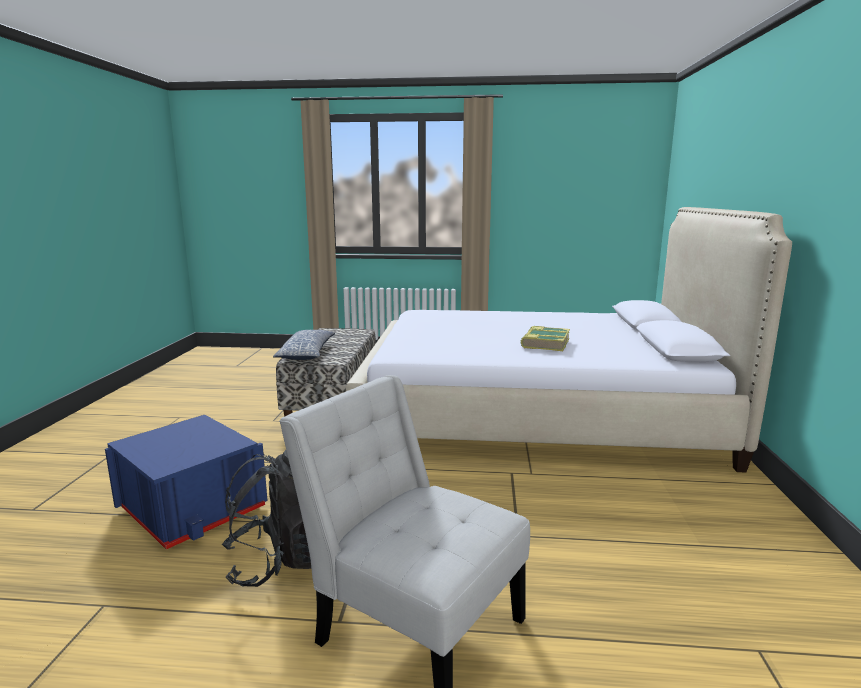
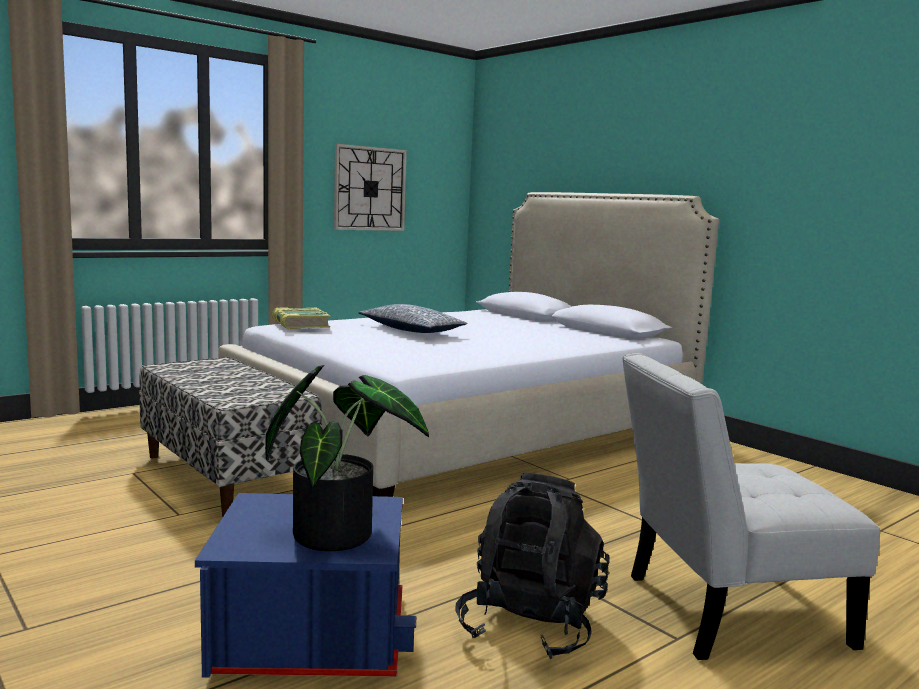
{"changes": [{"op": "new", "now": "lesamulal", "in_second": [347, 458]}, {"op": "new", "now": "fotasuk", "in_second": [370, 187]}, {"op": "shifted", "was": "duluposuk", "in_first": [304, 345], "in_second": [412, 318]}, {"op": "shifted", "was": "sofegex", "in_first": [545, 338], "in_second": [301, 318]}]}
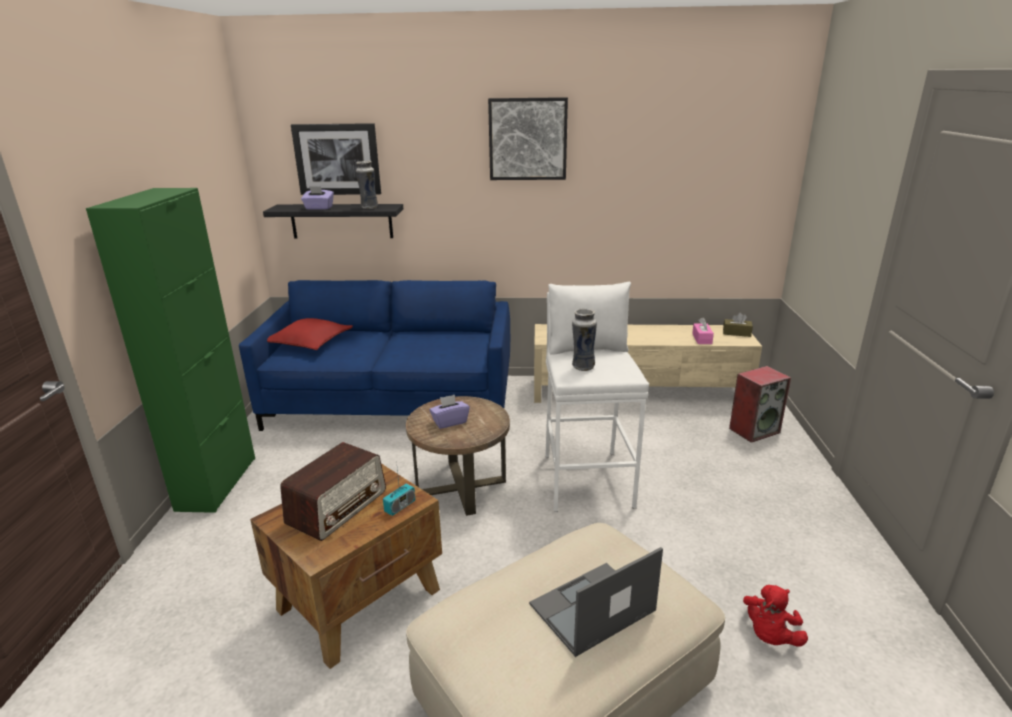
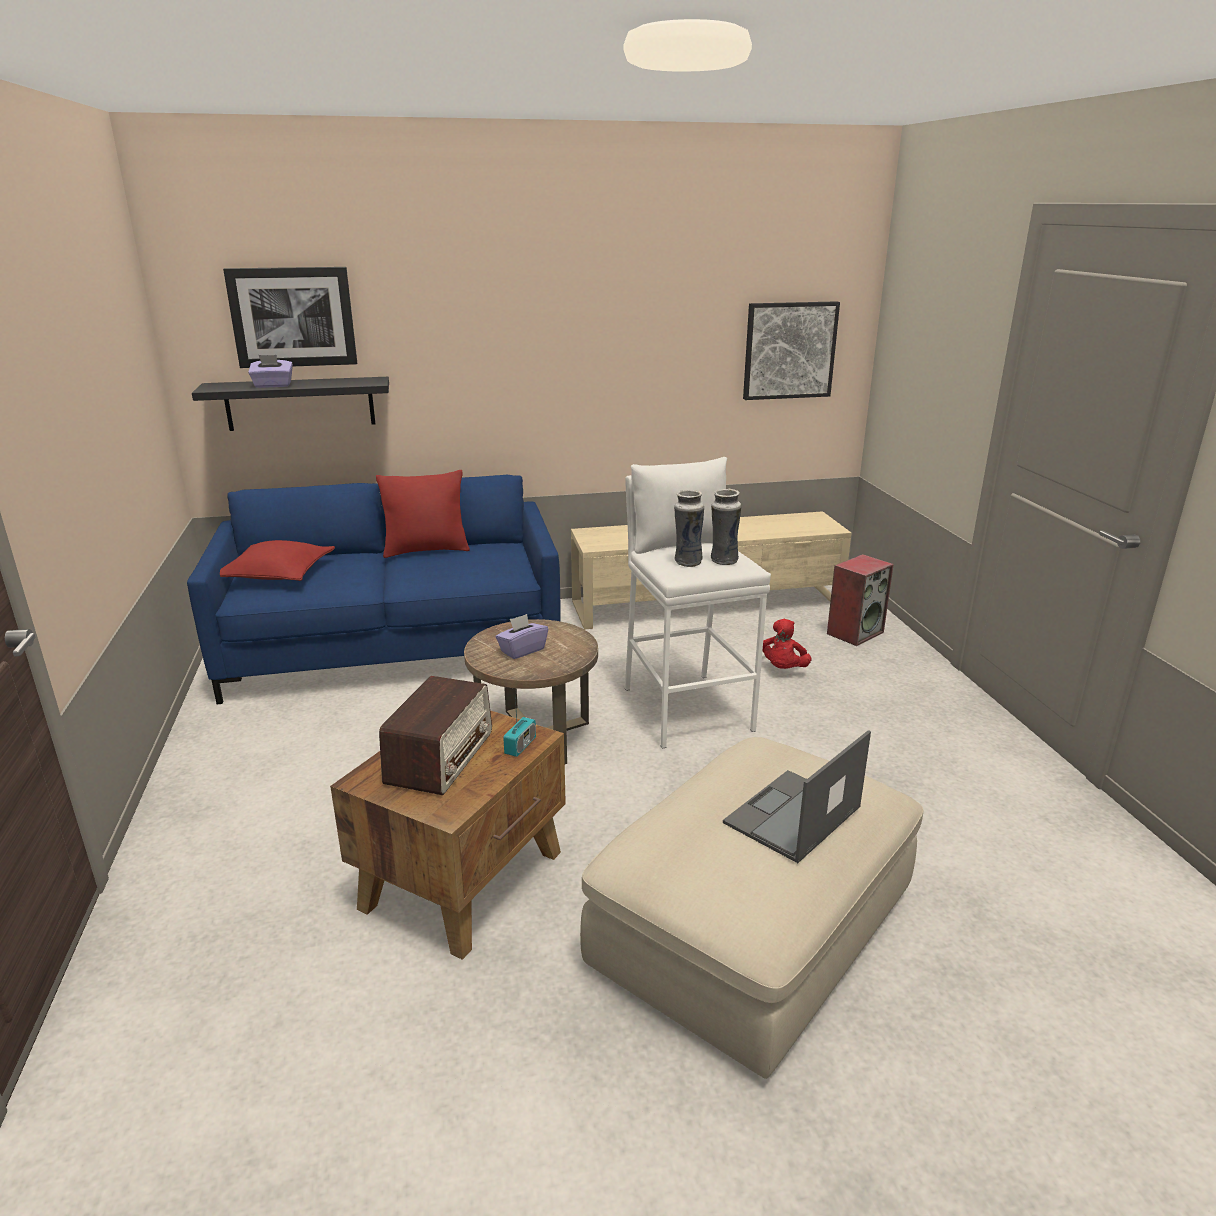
{"changes": [{"op": "gone", "was": "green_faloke", "in_first": [170, 350]}, {"op": "gone", "was": "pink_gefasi", "in_first": [703, 331]}, {"op": "gone", "was": "brown_gefasi", "in_first": [738, 325]}, {"op": "new", "now": "red_duluposuk", "in_second": [423, 514]}, {"op": "shifted", "was": "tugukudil", "in_first": [367, 185], "in_second": [726, 527]}, {"op": "shifted", "was": "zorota", "in_first": [528, 138], "in_second": [791, 350]}, {"op": "shifted", "was": "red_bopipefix", "in_first": [775, 616], "in_second": [787, 644]}]}
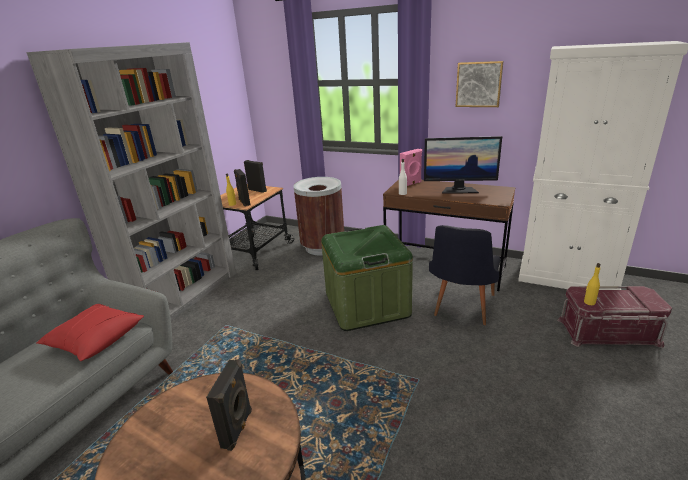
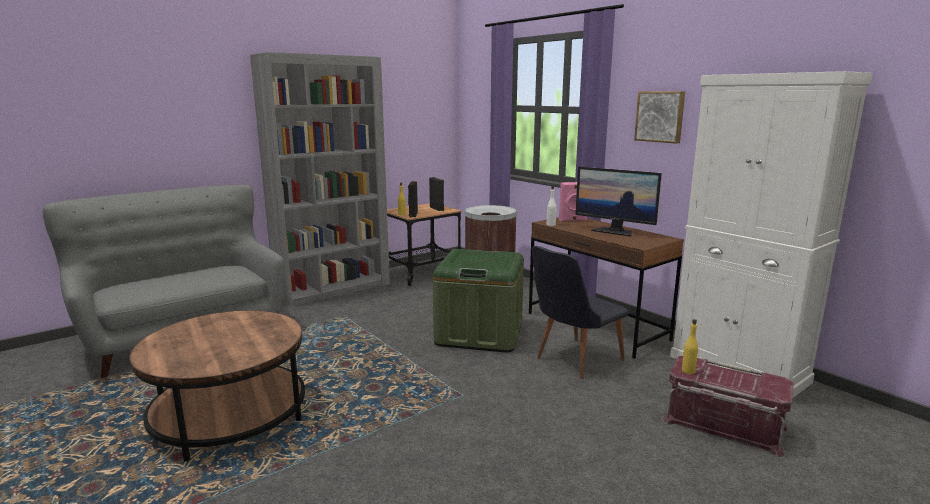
{"changes": [{"op": "gone", "was": "red_duluposuk", "in_first": [90, 332]}, {"op": "gone", "was": "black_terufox", "in_first": [229, 405]}]}
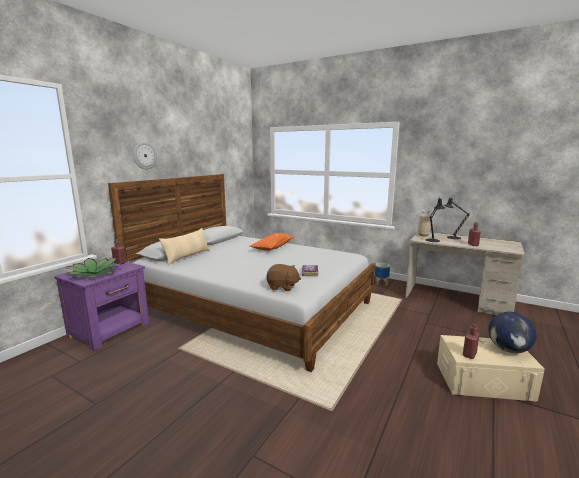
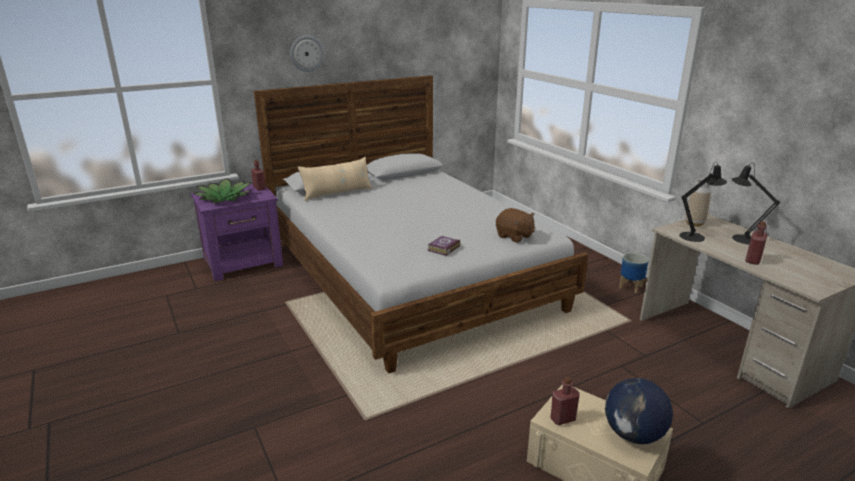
{"changes": [{"op": "gone", "was": "orange_duluposuk", "in_first": [272, 242]}, {"op": "shifted", "was": "brown_bopipefix", "in_first": [283, 277], "in_second": [515, 225]}]}
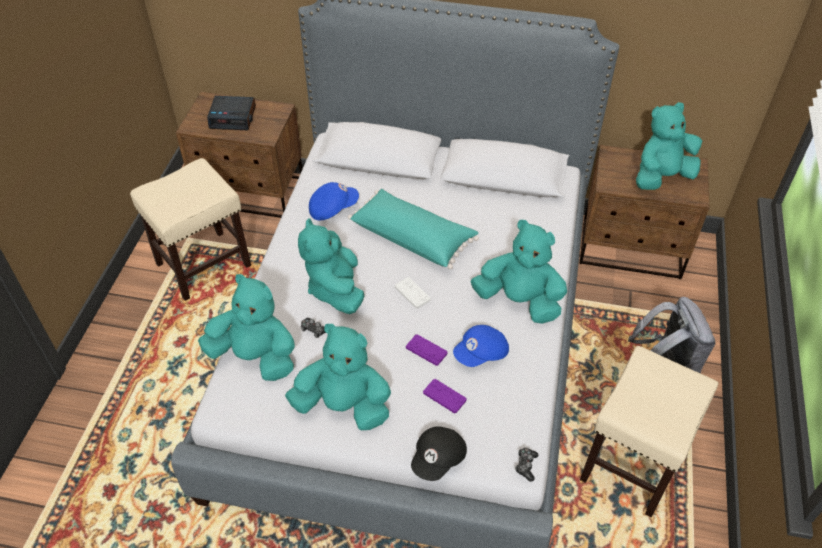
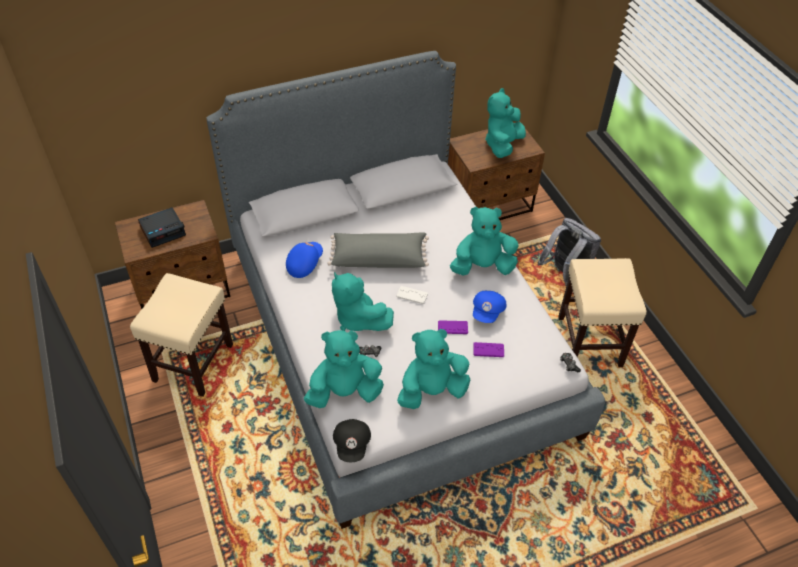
{"changes": [{"op": "shifted", "was": "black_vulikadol", "in_first": [439, 453], "in_second": [352, 440]}, {"op": "repainted", "was": "turquoise_duluposuk", "now": "grey_duluposuk", "in_first": [413, 229], "in_second": [378, 250]}]}
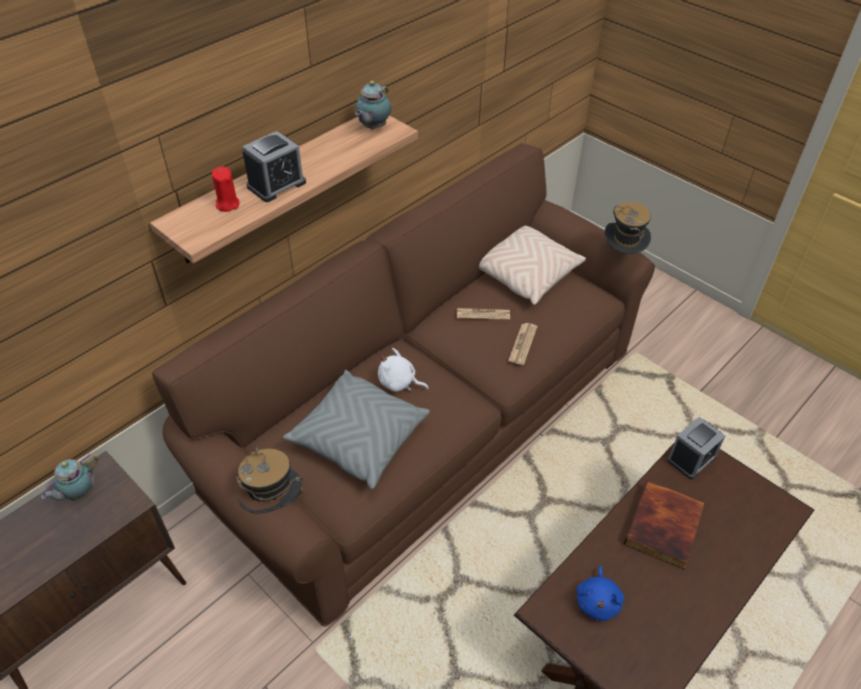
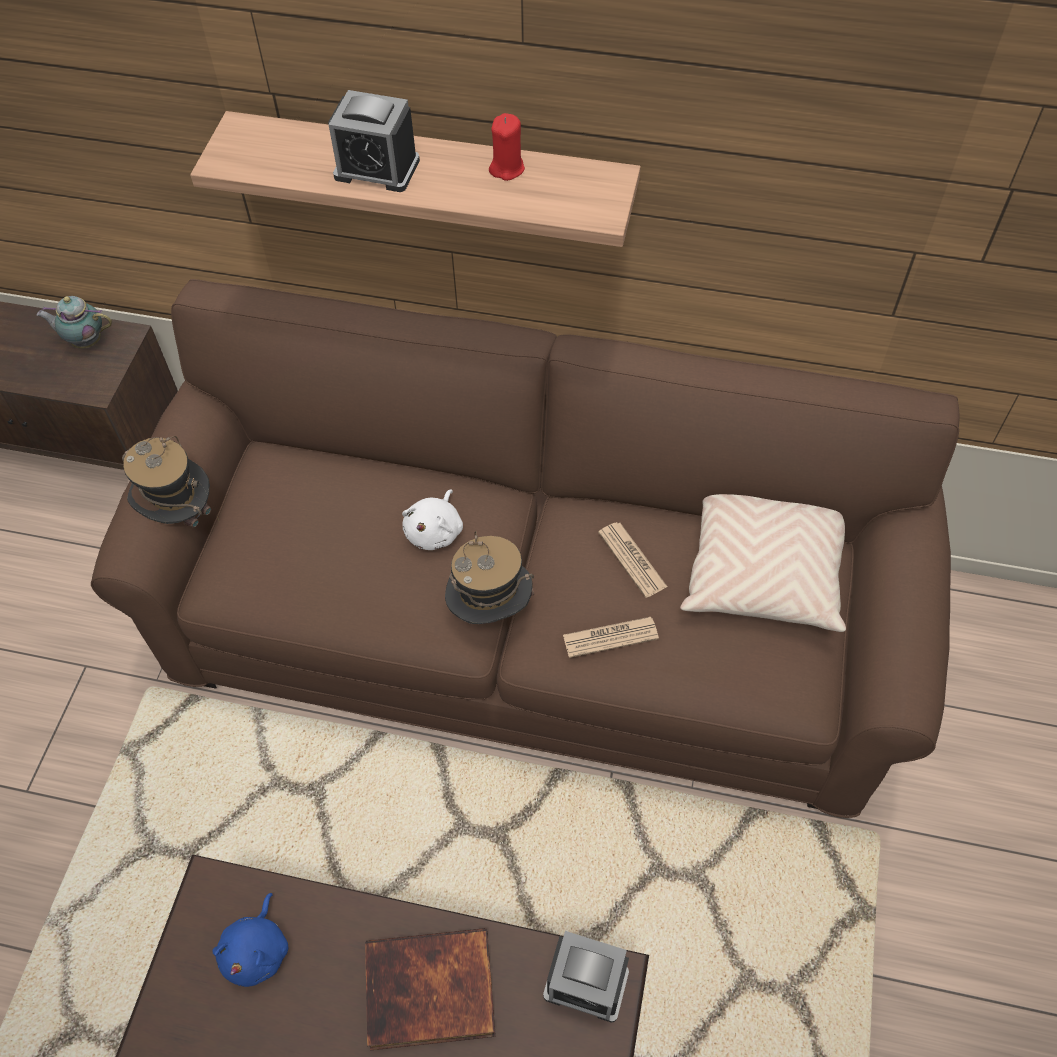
{"changes": [{"op": "gone", "was": "grey_duluposuk", "in_first": [356, 429]}, {"op": "gone", "was": "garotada", "in_first": [373, 105]}, {"op": "shifted", "was": "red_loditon", "in_first": [225, 189], "in_second": [507, 147]}, {"op": "shifted", "was": "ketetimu", "in_first": [628, 228], "in_second": [489, 577]}, {"op": "rotated", "was": "white_bopipefix", "in_first": [403, 370], "in_second": [432, 519], "clockwise": -150}, {"op": "rotated", "was": "blue_bopipefix", "in_first": [600, 593], "in_second": [250, 940], "clockwise": -60}]}
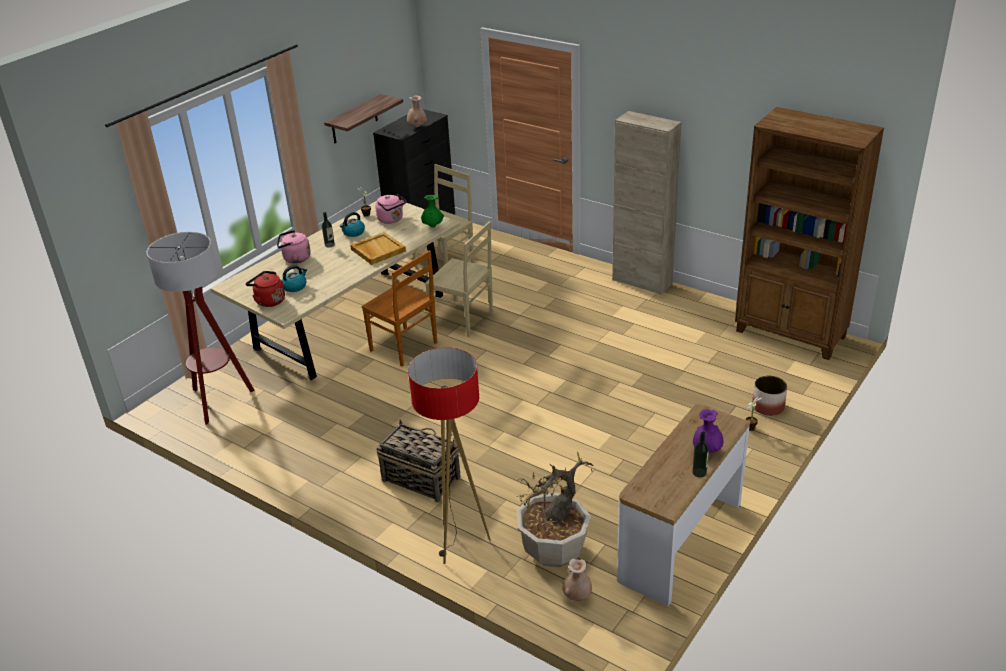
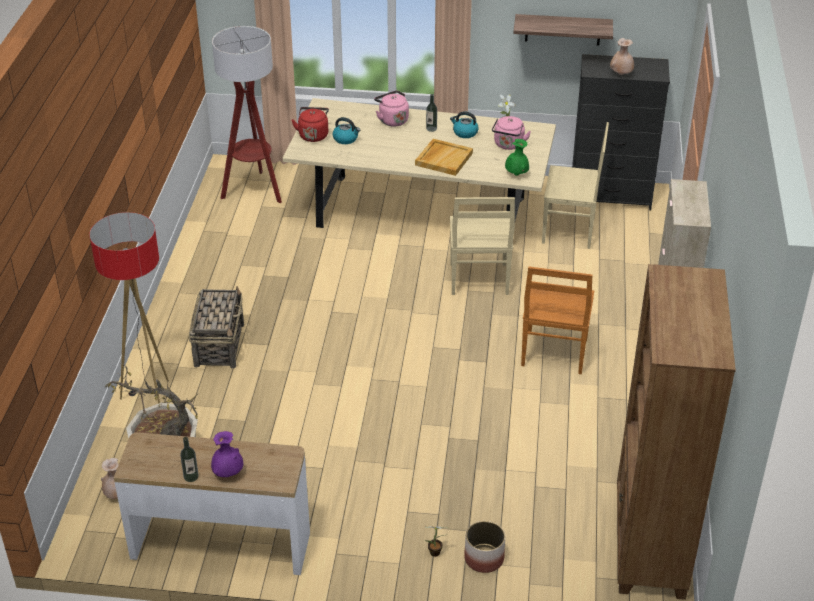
{"changes": [{"op": "shifted", "was": "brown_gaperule", "in_first": [399, 308], "in_second": [557, 320]}]}
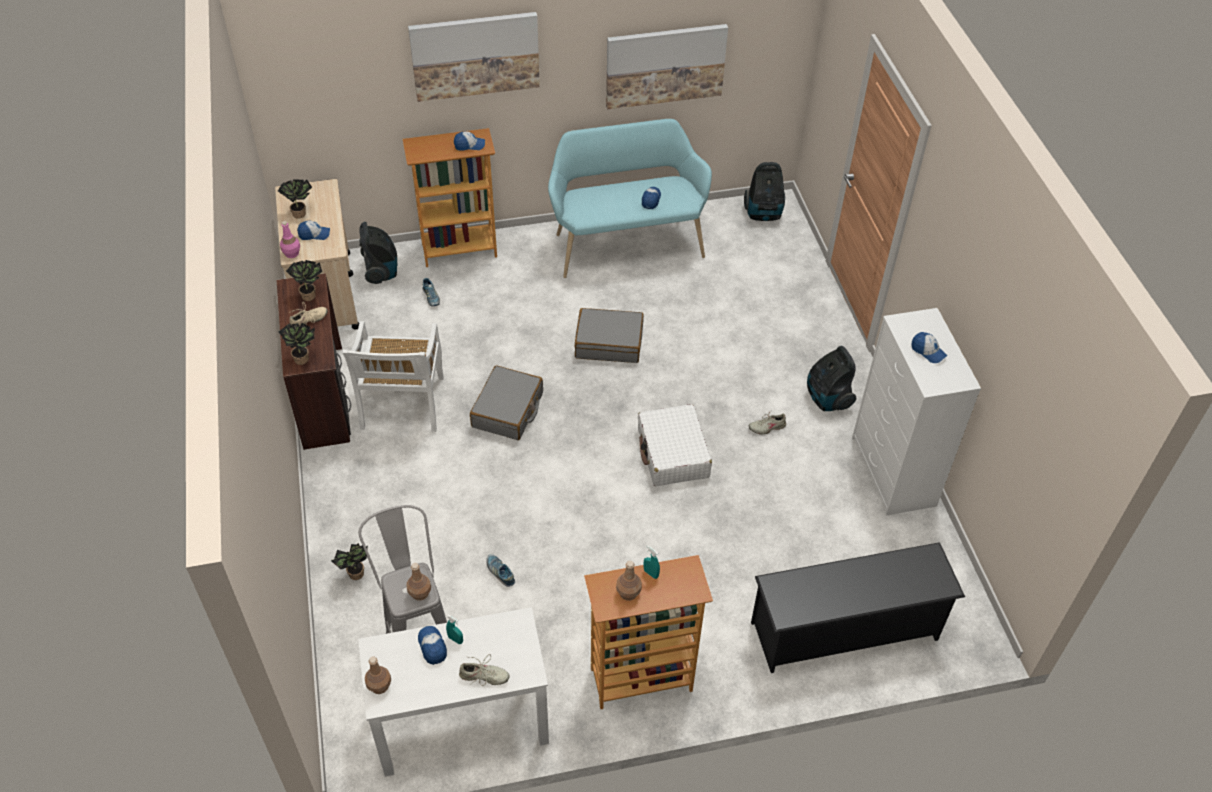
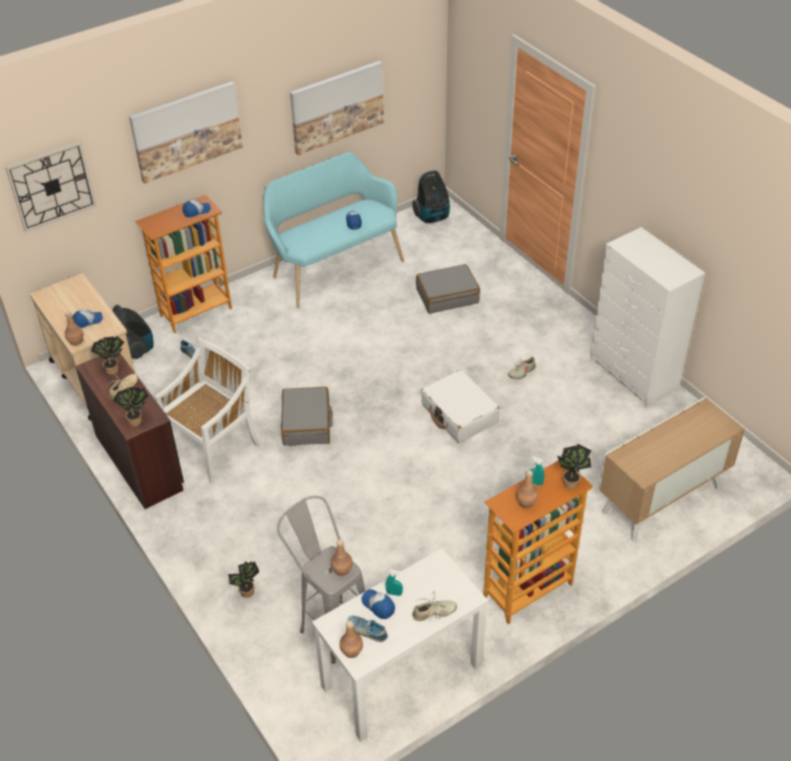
{"changes": [{"op": "gone", "was": "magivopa", "in_first": [831, 378]}, {"op": "gone", "was": "vulikadol", "in_first": [929, 347]}, {"op": "new", "now": "fotasuk", "in_second": [50, 186]}, {"op": "shifted", "was": "lesamulal", "in_first": [295, 199], "in_second": [574, 467]}, {"op": "shifted", "was": "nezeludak", "in_first": [500, 570], "in_second": [368, 628]}, {"op": "shifted", "was": "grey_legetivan", "in_first": [609, 335], "in_second": [448, 288]}, {"op": "swapped", "was": "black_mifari", "now": "faloke", "in_first": [858, 607], "in_second": [672, 469]}, {"op": "repainted", "was": "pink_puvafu", "now": "brown_puvafu", "in_first": [290, 239], "in_second": [74, 329]}, {"op": "rotated", "was": "white_gaperule", "in_first": [393, 376], "in_second": [207, 410], "clockwise": -120}]}
